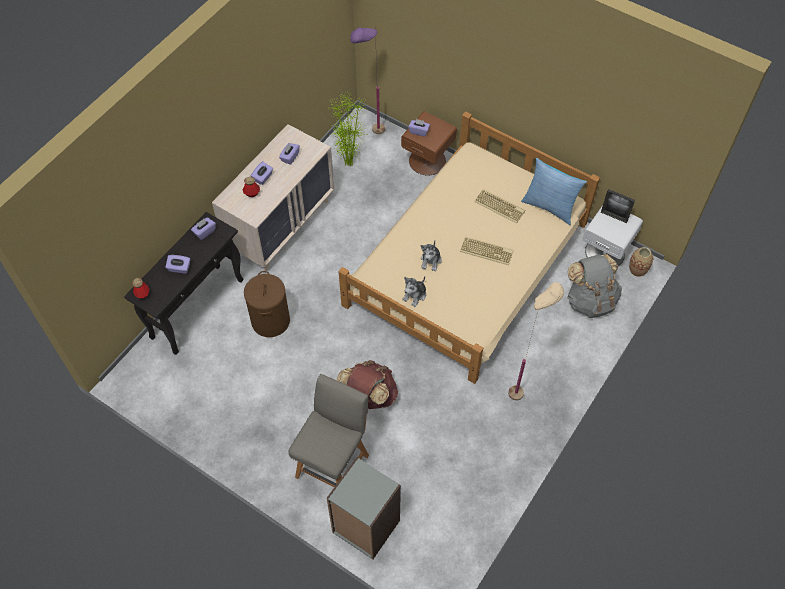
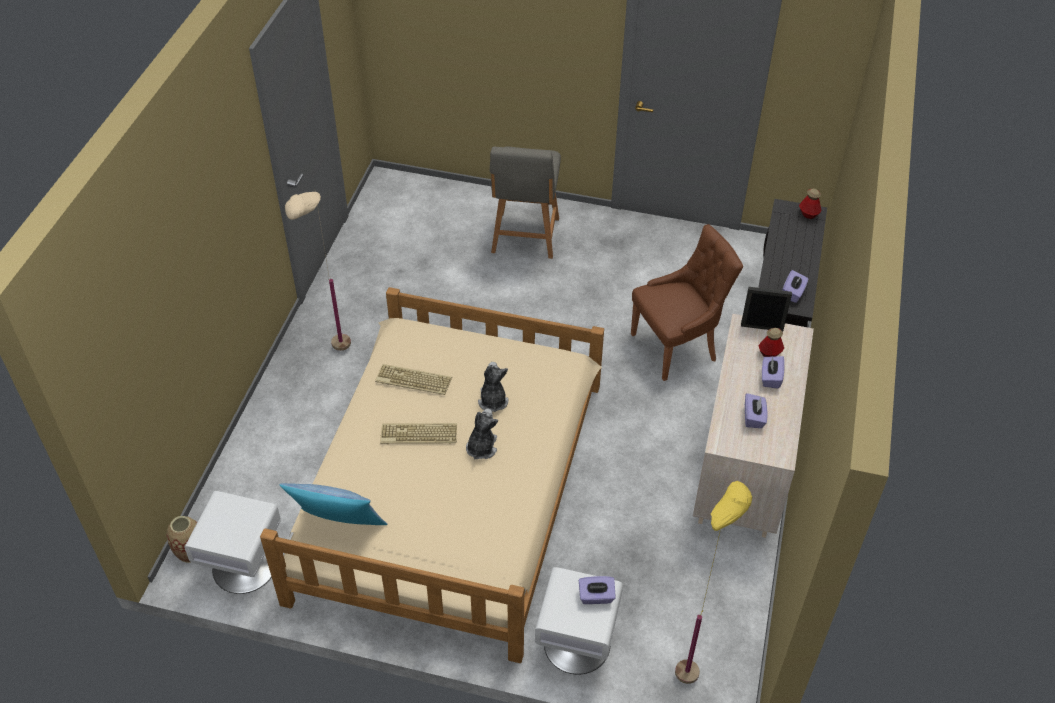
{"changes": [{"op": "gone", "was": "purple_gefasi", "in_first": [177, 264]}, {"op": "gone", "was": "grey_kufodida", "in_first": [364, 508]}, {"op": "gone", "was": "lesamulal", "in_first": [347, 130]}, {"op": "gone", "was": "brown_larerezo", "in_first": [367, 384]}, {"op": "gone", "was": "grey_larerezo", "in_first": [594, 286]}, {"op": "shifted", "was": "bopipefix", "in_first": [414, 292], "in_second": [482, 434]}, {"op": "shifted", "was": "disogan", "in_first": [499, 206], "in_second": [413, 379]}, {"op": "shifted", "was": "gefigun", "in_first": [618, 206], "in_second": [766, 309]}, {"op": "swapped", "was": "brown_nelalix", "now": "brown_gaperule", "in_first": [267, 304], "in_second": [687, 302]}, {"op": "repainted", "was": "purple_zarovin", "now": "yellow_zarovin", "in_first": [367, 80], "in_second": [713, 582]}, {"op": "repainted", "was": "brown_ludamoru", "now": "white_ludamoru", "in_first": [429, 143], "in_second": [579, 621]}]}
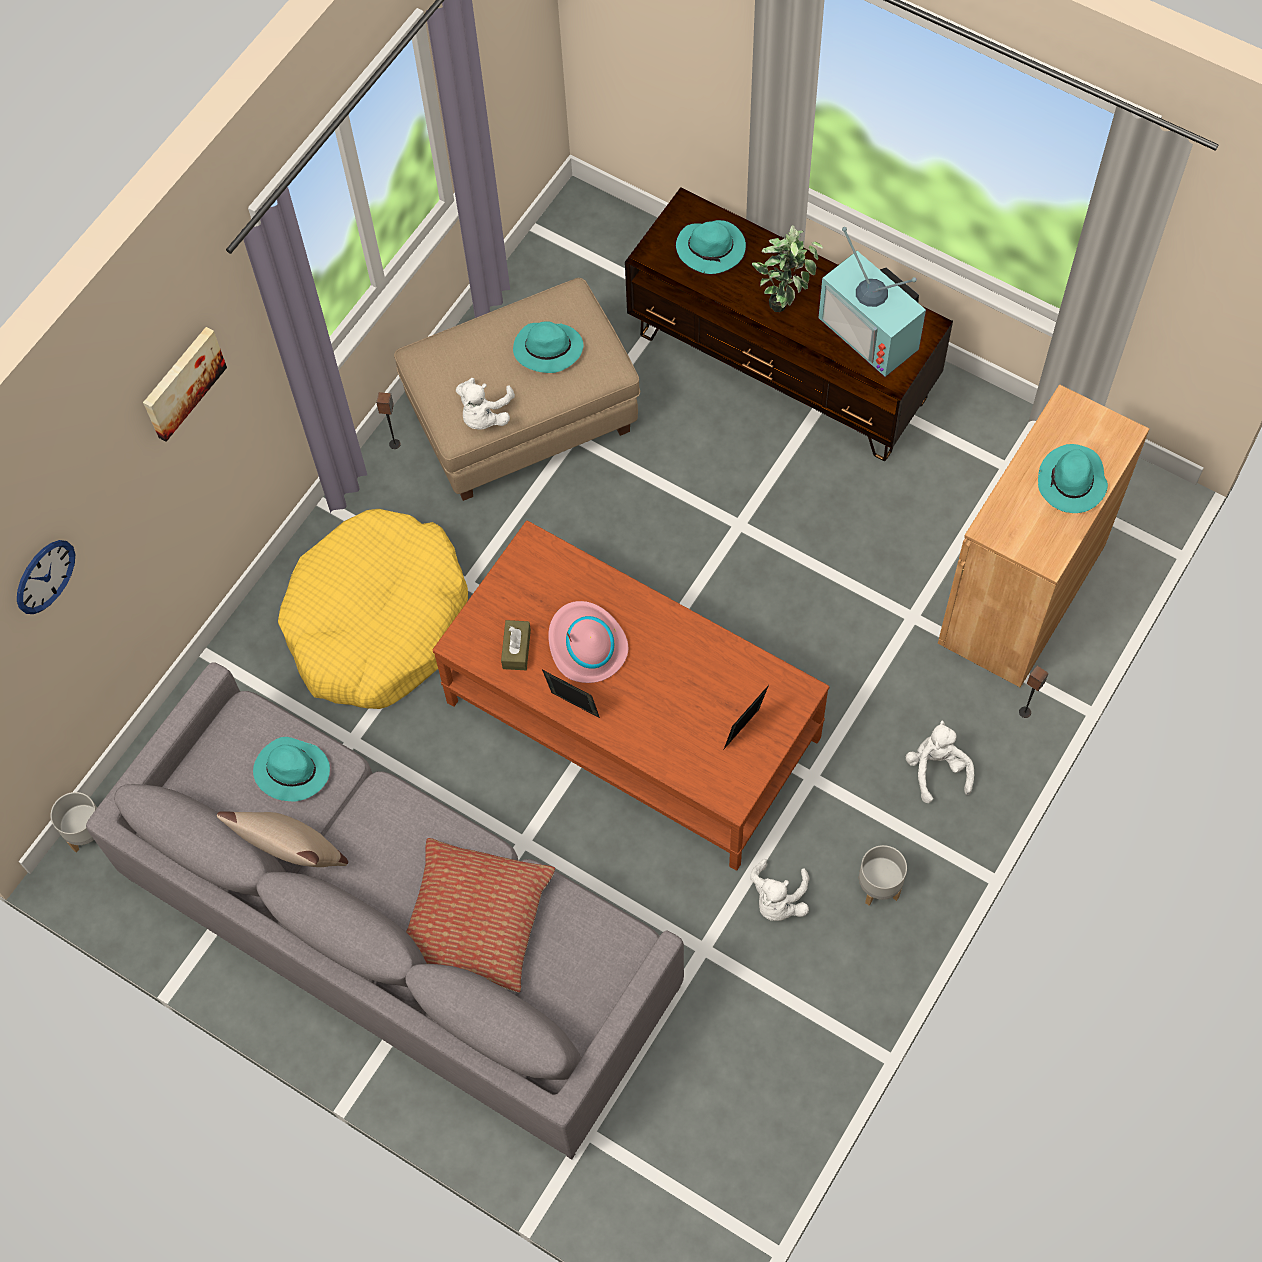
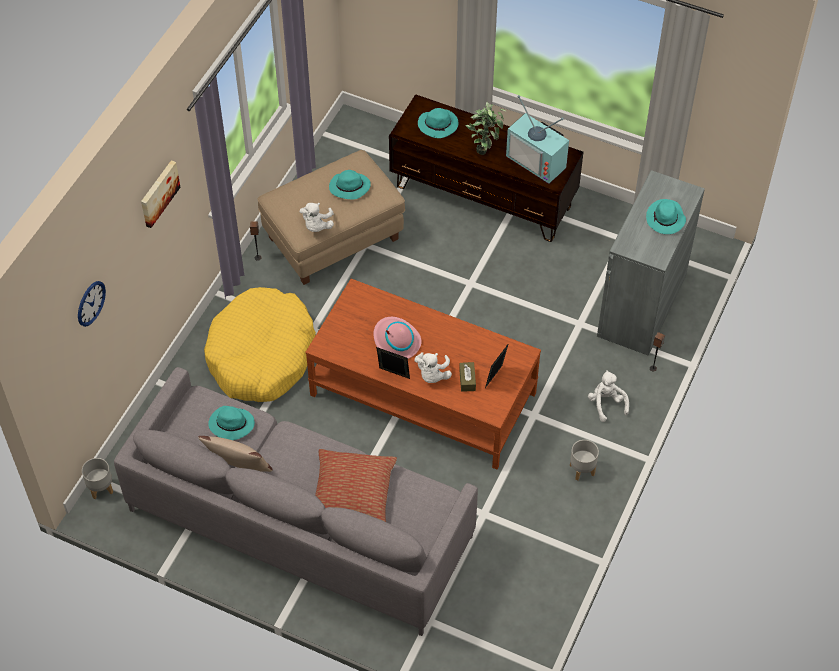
{"changes": [{"op": "shifted", "was": "brown_gefasi", "in_first": [516, 645], "in_second": [467, 377]}, {"op": "shifted", "was": "white_bopipefix", "in_first": [779, 890], "in_second": [433, 367]}, {"op": "repainted", "was": "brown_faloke", "now": "grey_faloke", "in_first": [1043, 535], "in_second": [651, 263]}]}
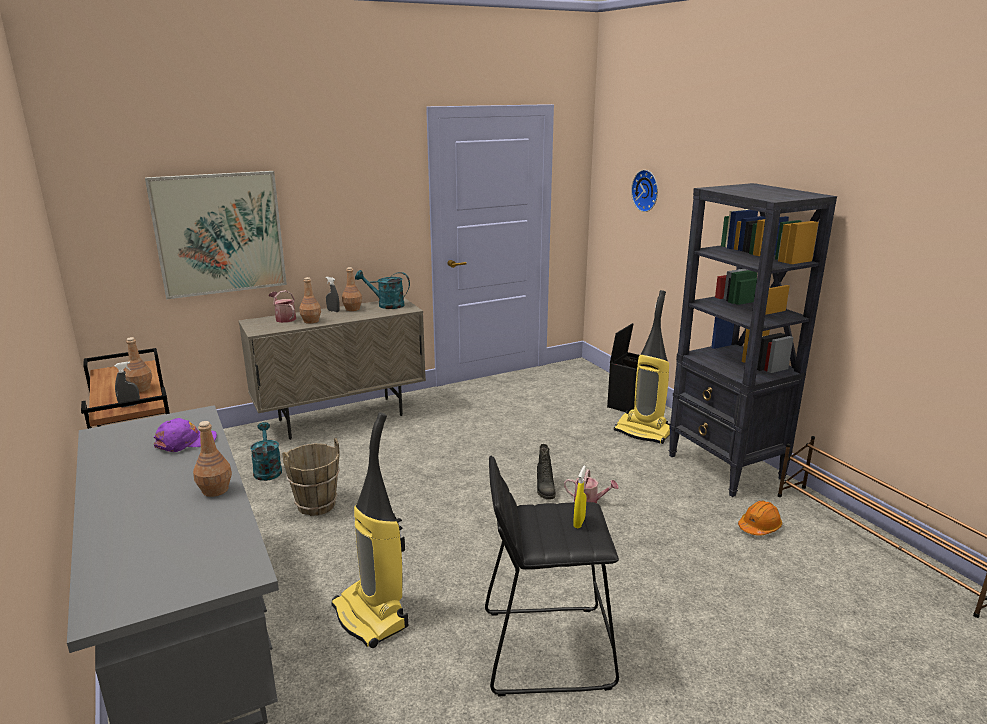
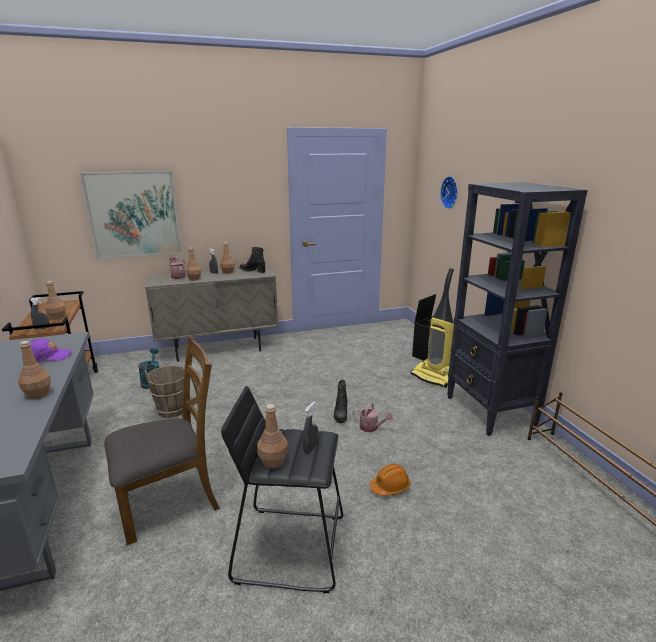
{"changes": [{"op": "new", "now": "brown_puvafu", "in_second": [272, 436]}, {"op": "shifted", "was": "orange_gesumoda", "in_first": [760, 518], "in_second": [390, 480]}, {"op": "swapped", "was": "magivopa", "now": "brown_gaperule", "in_first": [369, 530], "in_second": [162, 440]}, {"op": "swapped", "was": "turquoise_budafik", "now": "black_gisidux", "in_first": [382, 289], "in_second": [252, 260]}, {"op": "repainted", "was": "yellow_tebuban", "now": "grey_tebuban", "in_first": [579, 497], "in_second": [310, 428]}]}
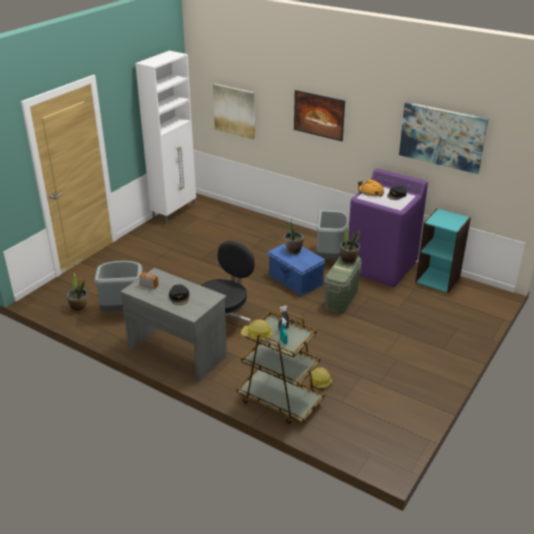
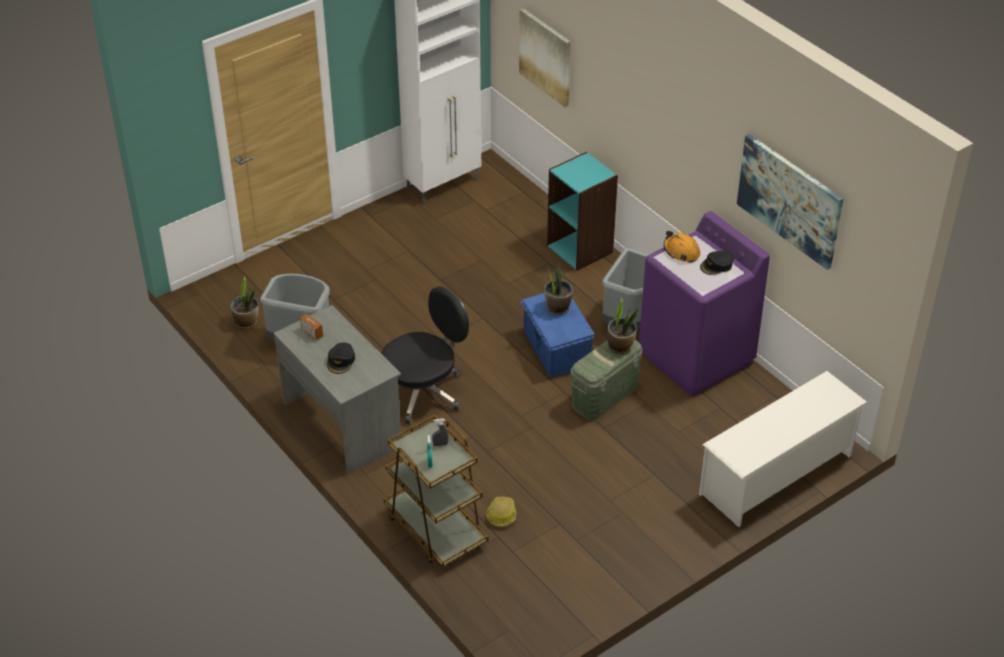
{"changes": [{"op": "gone", "was": "gesumoda", "in_first": [257, 330]}, {"op": "gone", "was": "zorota", "in_first": [319, 115]}, {"op": "new", "now": "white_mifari", "in_second": [783, 449]}, {"op": "shifted", "was": "turquoise_kufodida", "in_first": [443, 250], "in_second": [582, 211]}]}
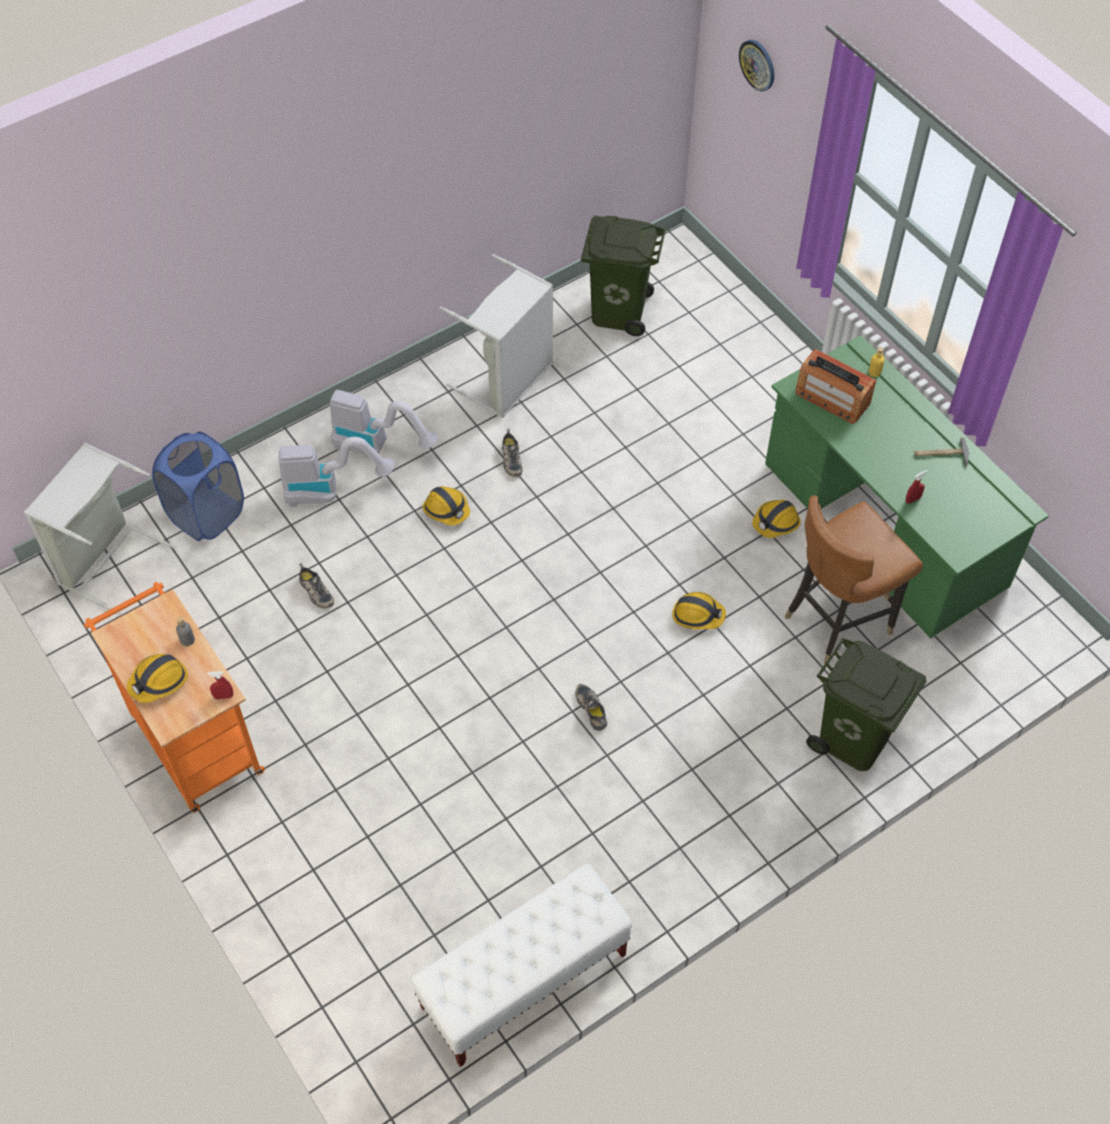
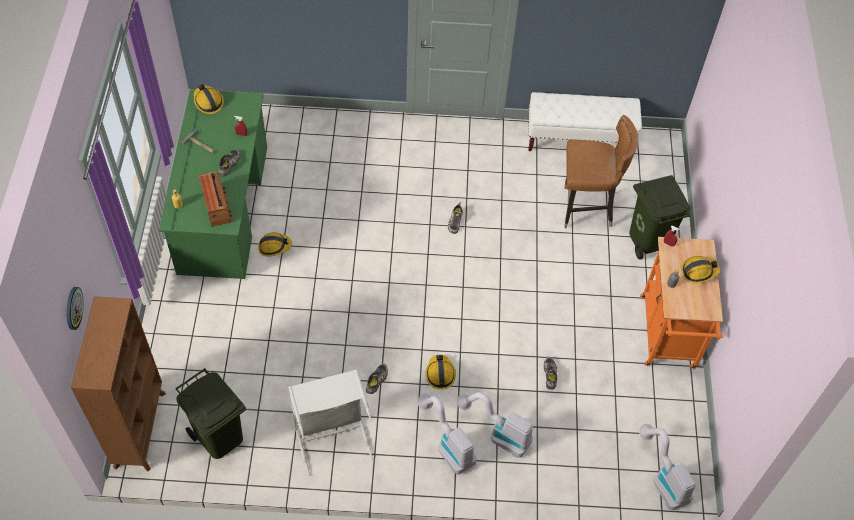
{"changes": [{"op": "gone", "was": "blue_nelalix", "in_first": [198, 486]}, {"op": "new", "now": "brown_kufodida", "in_second": [118, 383]}, {"op": "new", "now": "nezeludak", "in_second": [229, 162]}, {"op": "shifted", "was": "gesumoda", "in_first": [699, 611], "in_second": [209, 99]}, {"op": "shifted", "was": "brown_gaperule", "in_first": [854, 579], "in_second": [601, 171]}, {"op": "shifted", "was": "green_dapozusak", "in_first": [866, 704], "in_second": [660, 217]}, {"op": "swapped", "was": "grey_nelalix", "now": "magivopa", "in_first": [99, 529], "in_second": [667, 467]}]}
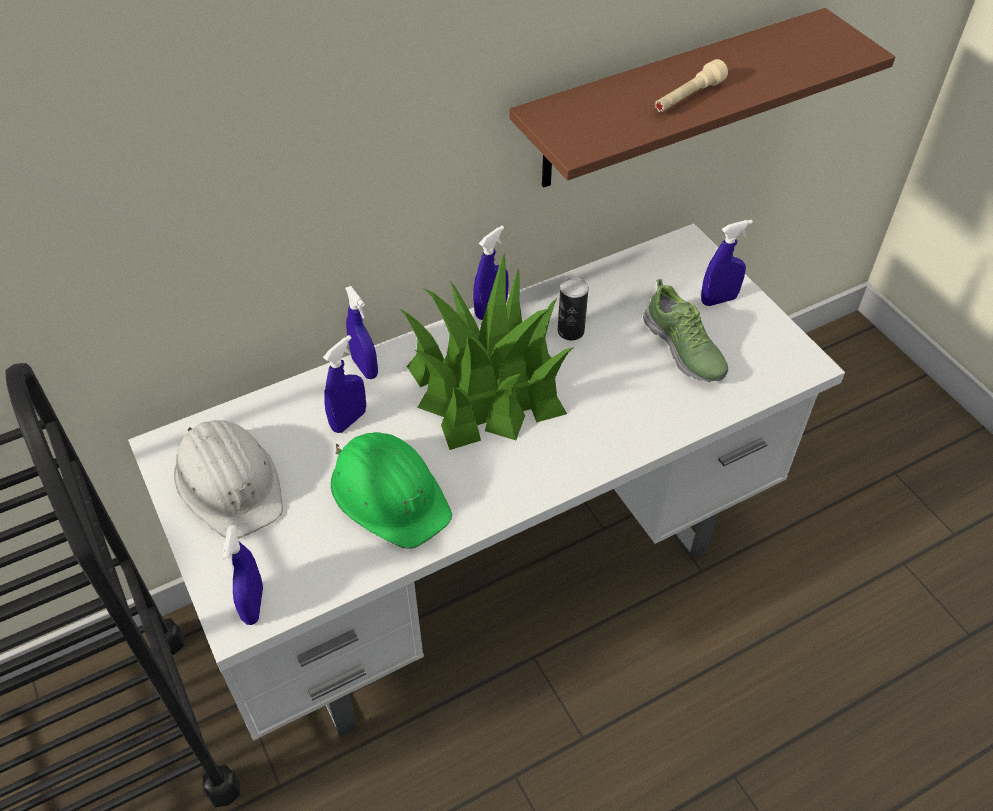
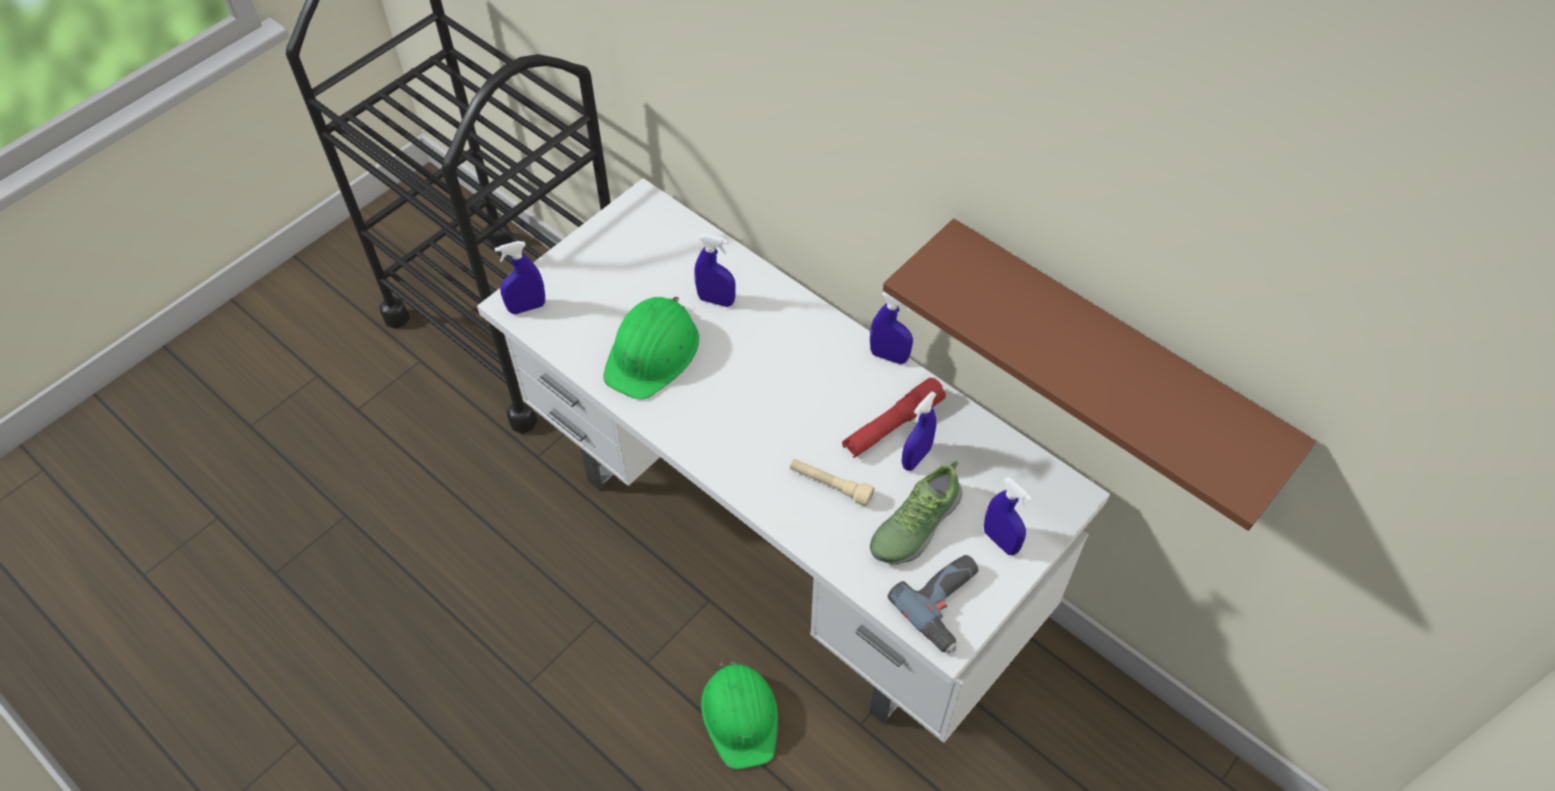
{"changes": [{"op": "gone", "was": "white_gesumoda", "in_first": [228, 479]}, {"op": "gone", "was": "lesamulal", "in_first": [486, 351]}, {"op": "new", "now": "green_gesumoda", "in_second": [739, 713]}, {"op": "new", "now": "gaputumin", "in_second": [932, 604]}, {"op": "shifted", "was": "blue_tebuban", "in_first": [361, 332], "in_second": [919, 431]}, {"op": "shifted", "was": "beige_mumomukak", "in_first": [691, 85], "in_second": [832, 483]}, {"op": "swapped", "was": "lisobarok", "now": "red_mumomukak", "in_first": [573, 308], "in_second": [894, 418]}]}
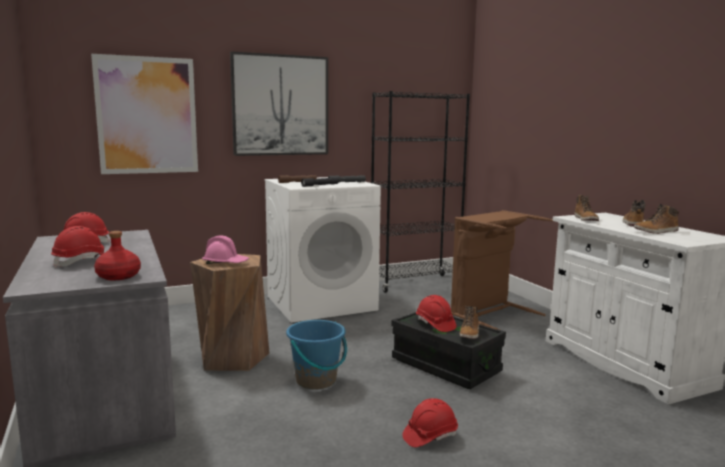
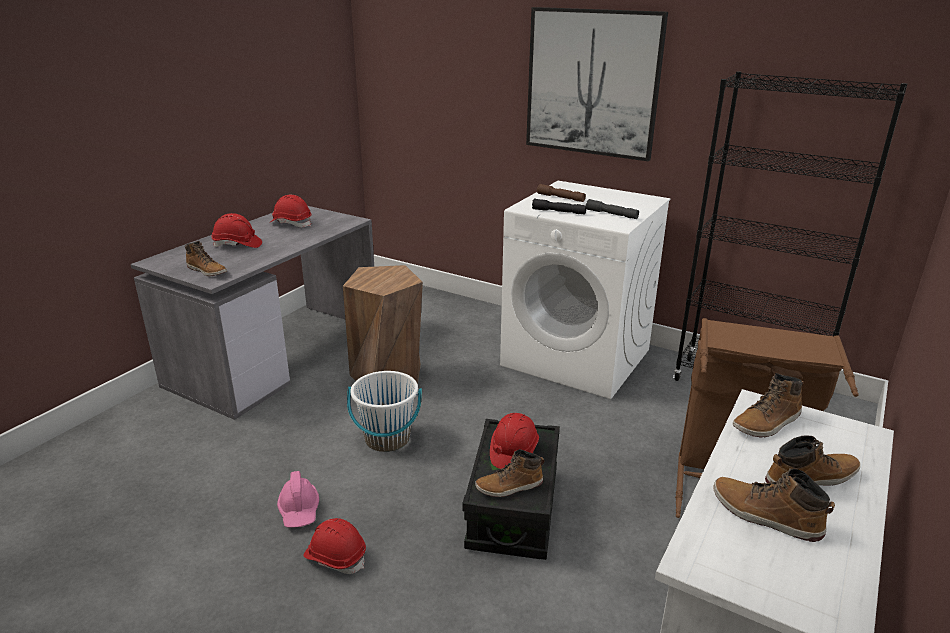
{"changes": [{"op": "gone", "was": "zorota", "in_first": [144, 114]}, {"op": "shifted", "was": "pink_gesumoda", "in_first": [225, 250], "in_second": [298, 499]}, {"op": "swapped", "was": "red_puvafu", "now": "gisidux", "in_first": [117, 255], "in_second": [206, 258]}, {"op": "repainted", "was": "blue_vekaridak", "now": "white_vekaridak", "in_first": [316, 355], "in_second": [384, 411]}]}
